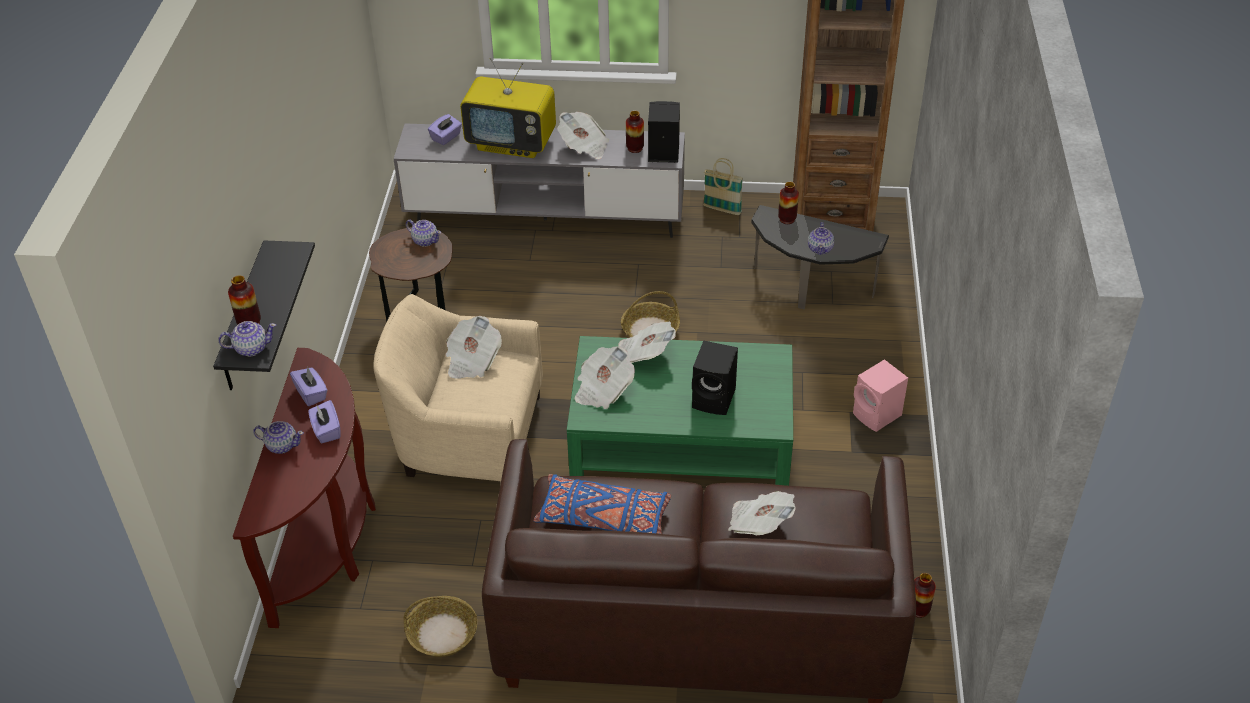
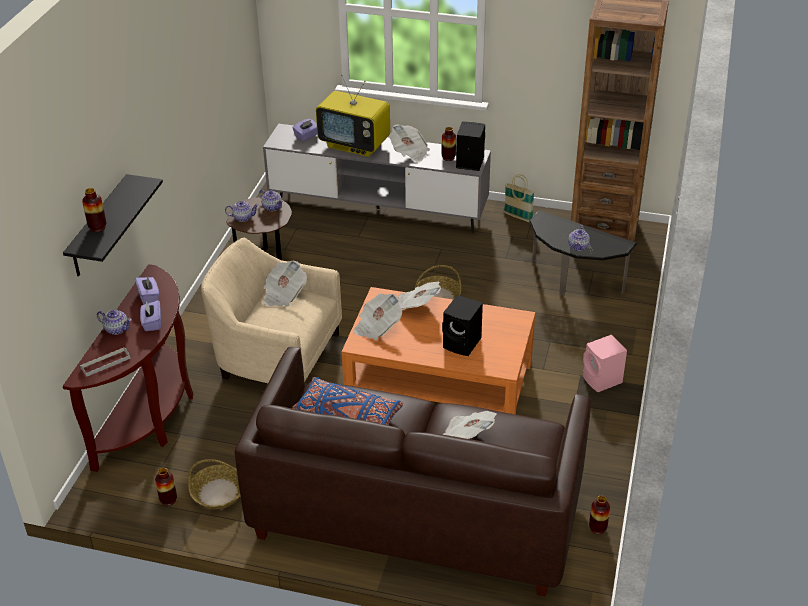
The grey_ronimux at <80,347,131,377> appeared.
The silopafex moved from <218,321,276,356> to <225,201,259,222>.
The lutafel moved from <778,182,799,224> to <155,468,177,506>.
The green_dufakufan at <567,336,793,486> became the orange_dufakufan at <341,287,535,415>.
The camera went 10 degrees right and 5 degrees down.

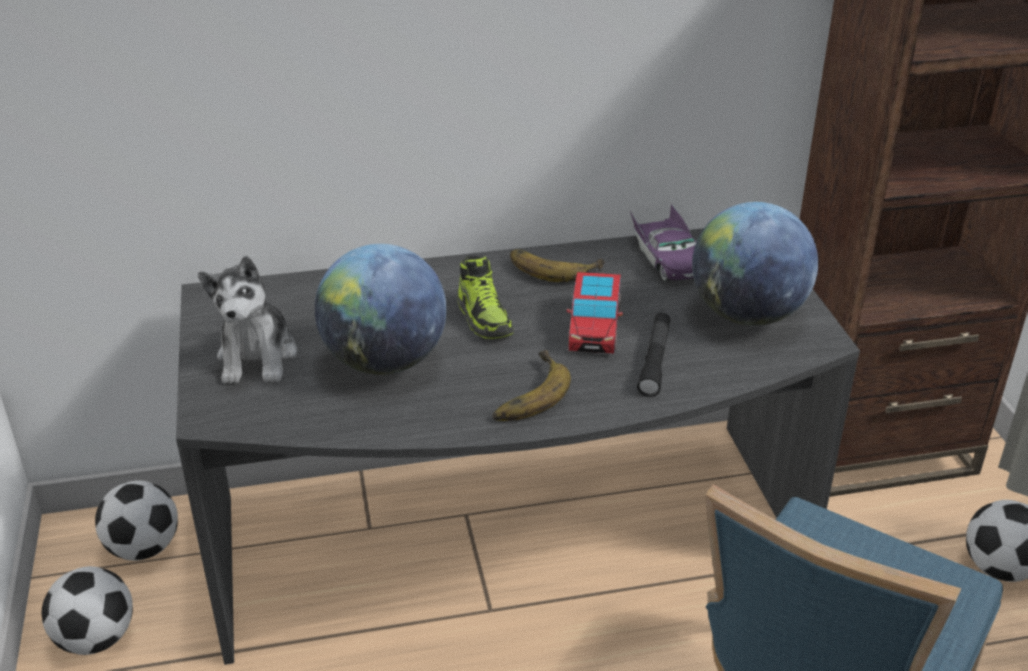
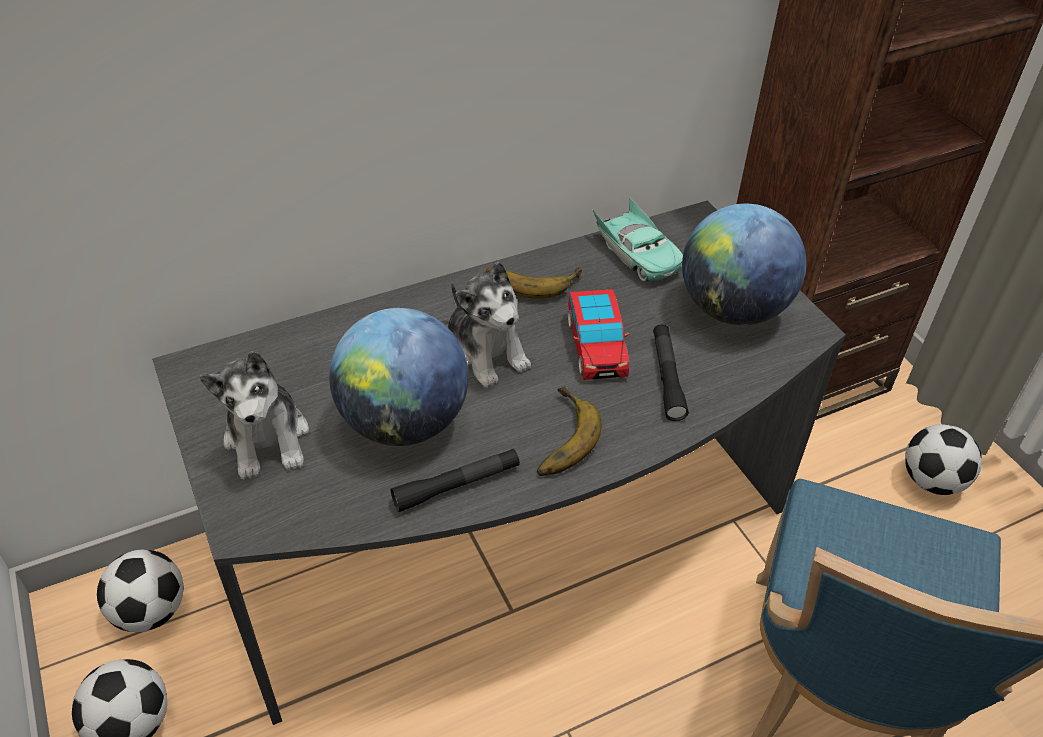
The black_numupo at <390,449,520,512> appeared.
The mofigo at <457,256,514,339> was replaced by the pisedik at <448,262,531,388>.
The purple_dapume at <630,203,697,281> became the turquoise_dapume at <593,197,683,282>.
The camera went 15 degrees left and 10 degrees up.

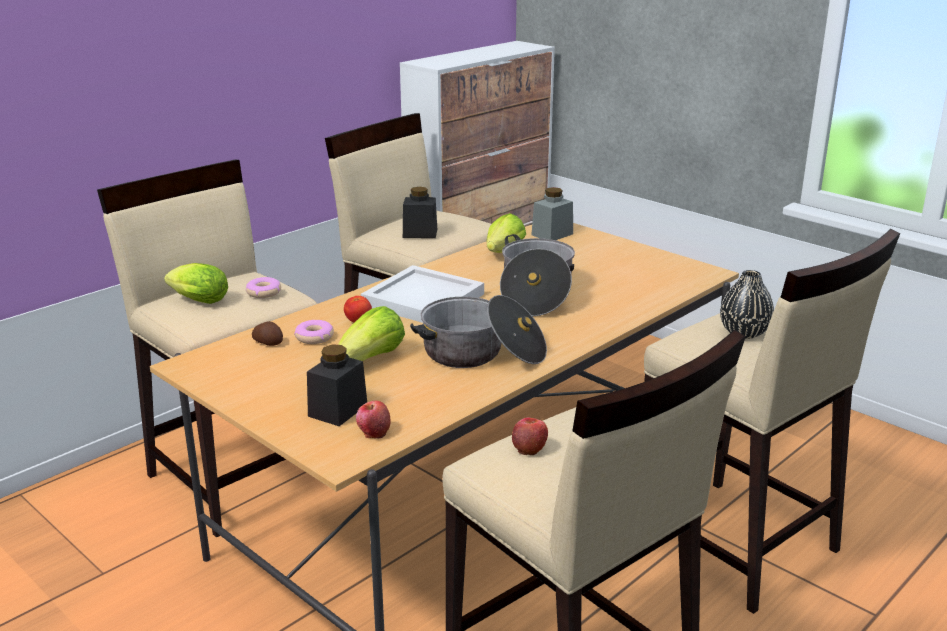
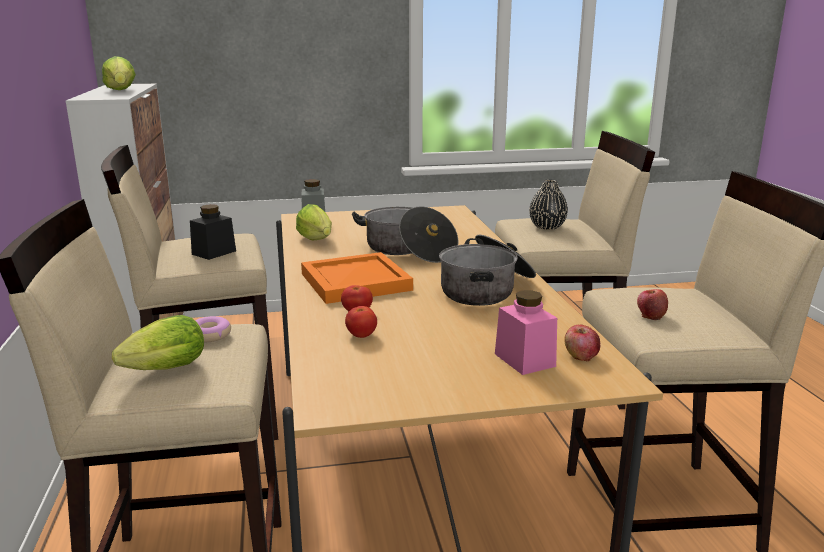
The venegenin at <252,321,283,346> disappeared.
The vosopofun moved from <338,306,405,361> to <102,56,136,90>.
The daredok at <294,320,334,344> was replaced by the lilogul at <345,306,377,338>.
The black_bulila at <307,344,367,426> became the pink_bulila at <495,290,557,375>.
The white_ronimux at <361,265,484,323> became the orange_ronimux at <301,252,413,304>.
The camera went 55 degrees left and 5 degrees down.

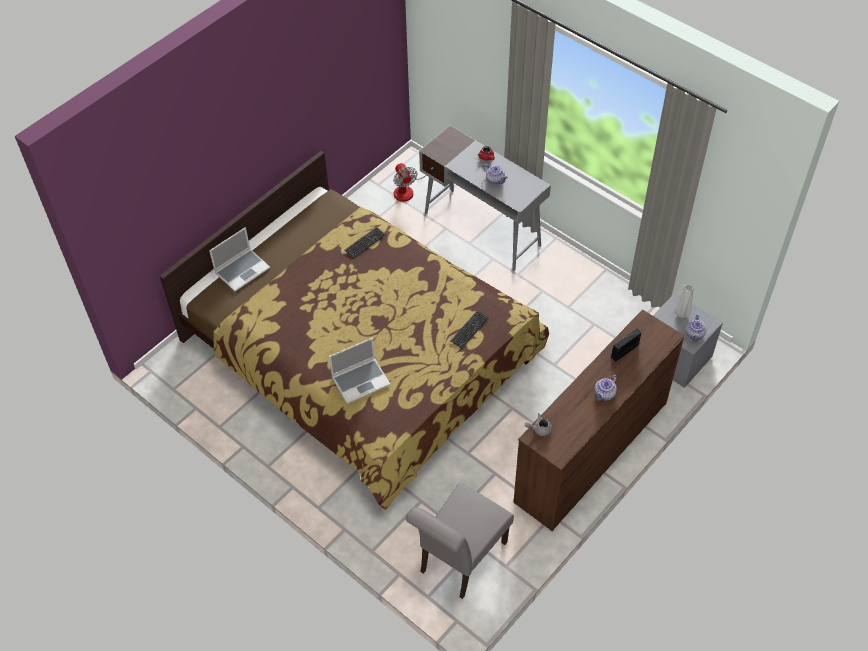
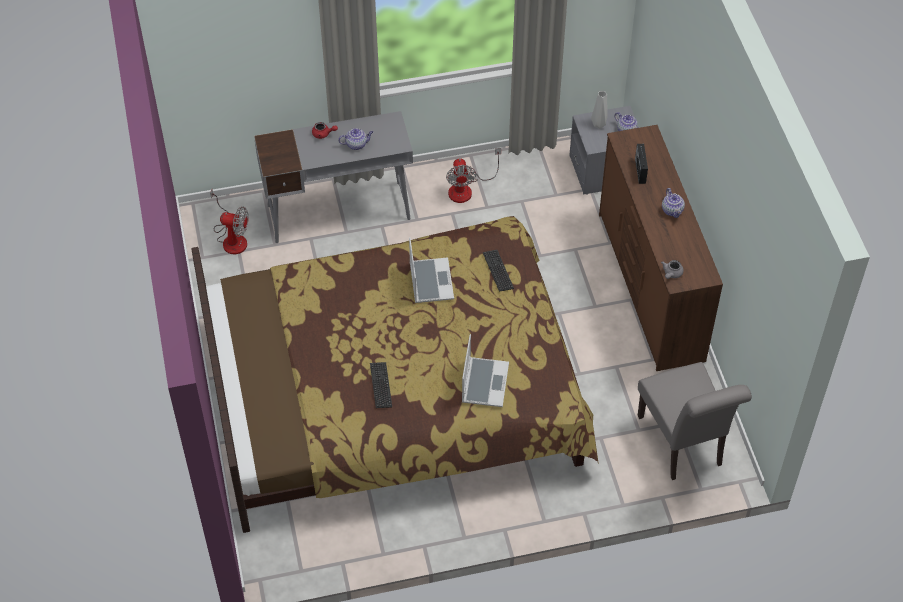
The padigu at <446,148,501,203> appeared.
The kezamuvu moved from <209,227,270,291> to <409,237,454,303>.
The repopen moved from <344,227,385,259> to <370,362,392,408>.
The camera went 55 degrees left and 0 degrees up.

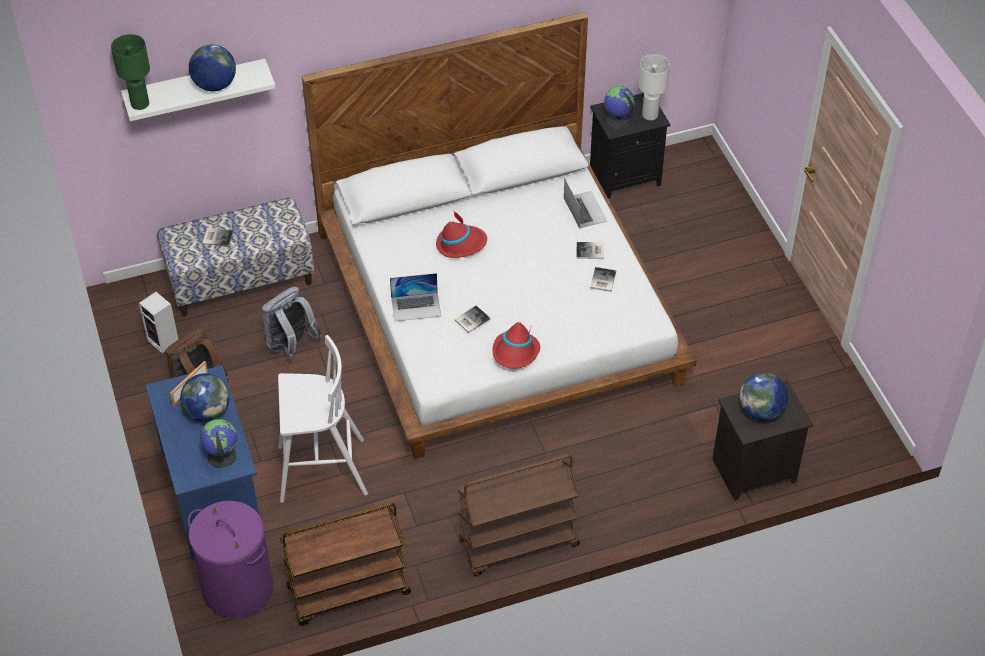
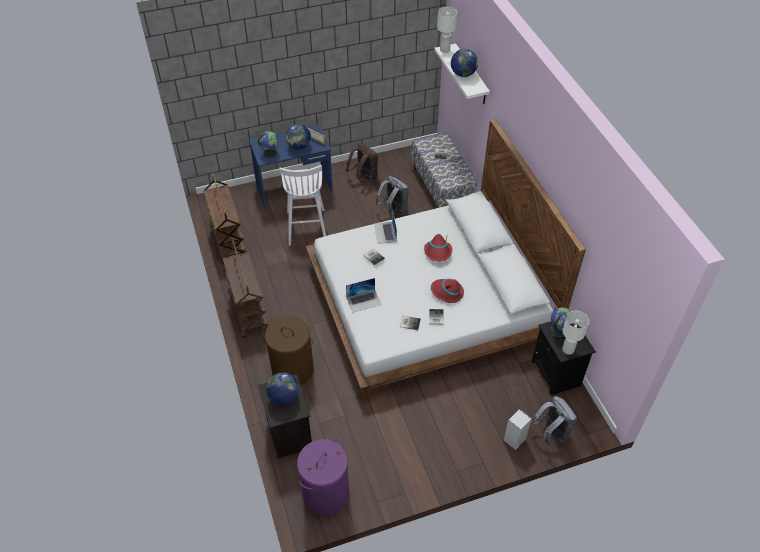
The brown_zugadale at <261,316,314,385> appeared.
The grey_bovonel at <530,396,577,447> appeared.
The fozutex moved from <139,292,179,353> to <503,409,532,450>.
The purple_zugadale moved from <188,501,273,618> to <297,439,349,516>.
The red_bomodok moved from <492,322,540,369> to <431,279,464,303>.
The kezamuvu moved from <564,179,607,229> to <346,278,381,313>.
The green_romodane at <111,34,150,110> became the white_romodane at <437,7,457,53>.
The camera went 90 degrees right and 0 degrees up.

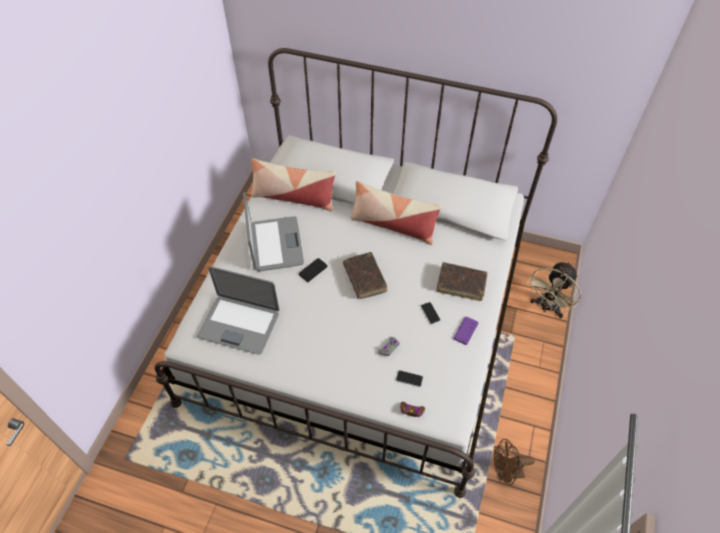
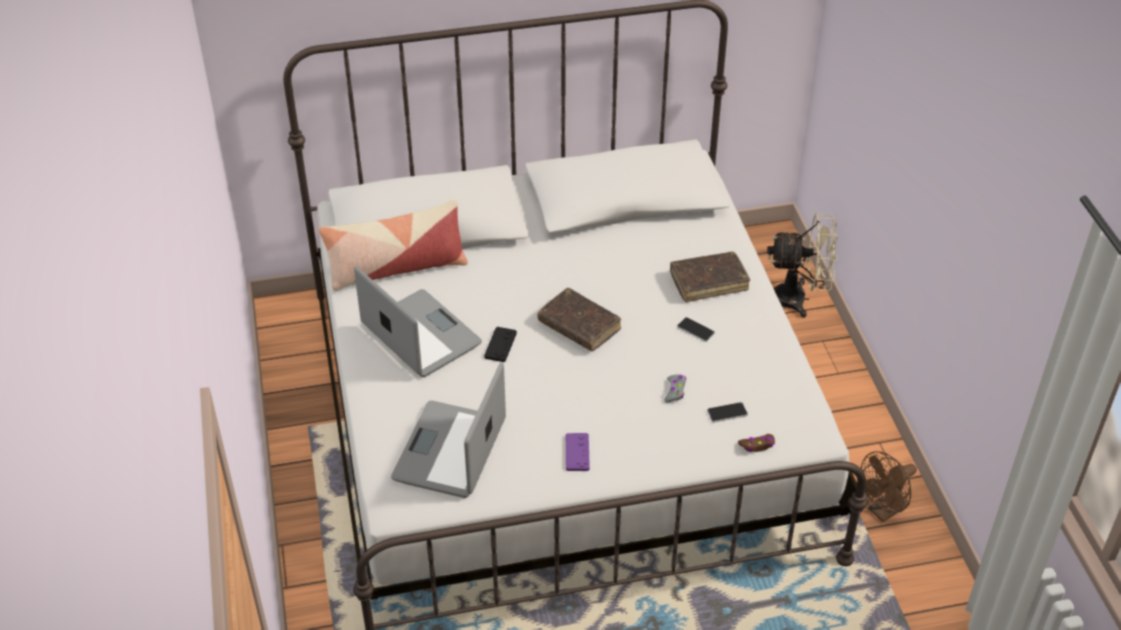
The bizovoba at <350,181,442,245> disappeared.
The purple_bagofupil moved from <454,316,478,345> to <566,433,590,471>.
The kezamuvu at <197,266,279,355> turned 120 degrees clockwise.
The beige_padigu at <527,262,581,318> turned 90 degrees counterclockwise.
The camera went 30 degrees left and 10 degrees down.

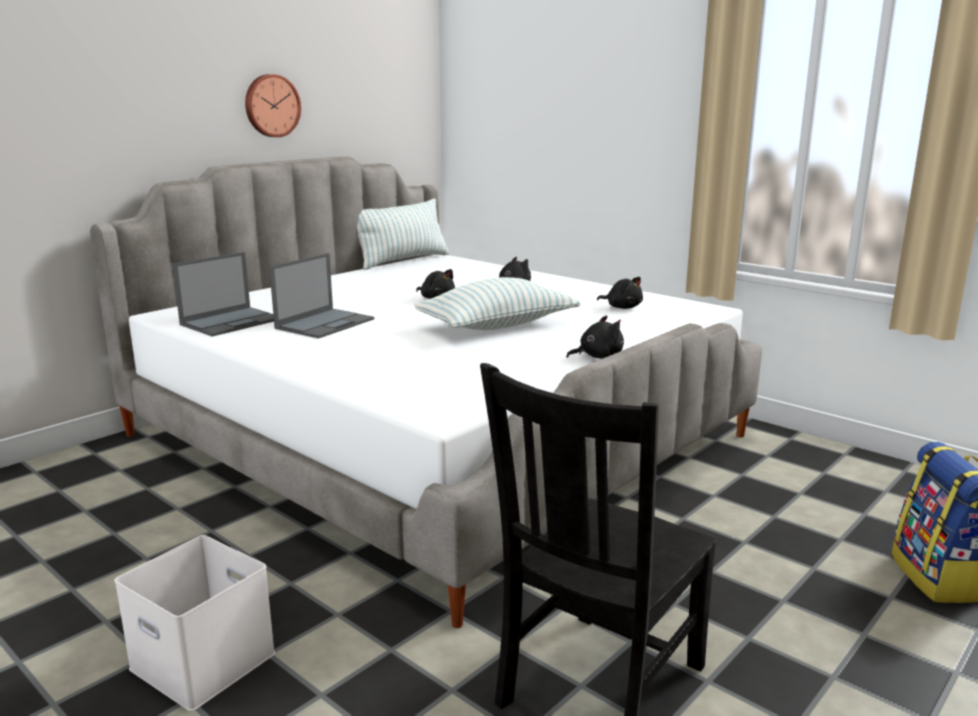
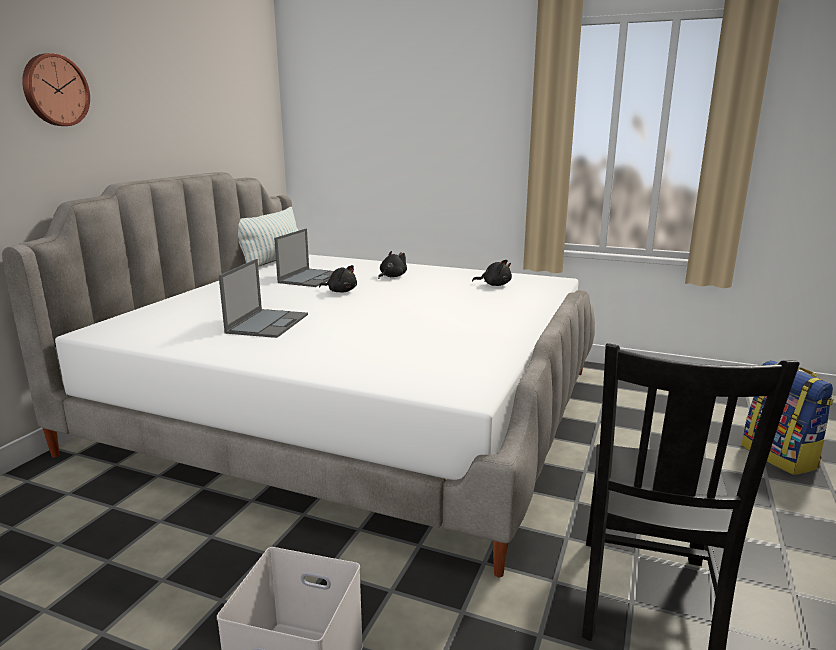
The bizovoba at <414,277,580,330> disappeared.
The black_pisedik at <566,315,624,359> disappeared.
The kezamuvu moved from <172,252,274,336> to <274,229,334,287>.
The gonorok moved from <245,74,301,137> to <22,53,90,126>.
The camera went 20 degrees left and 0 degrees up.

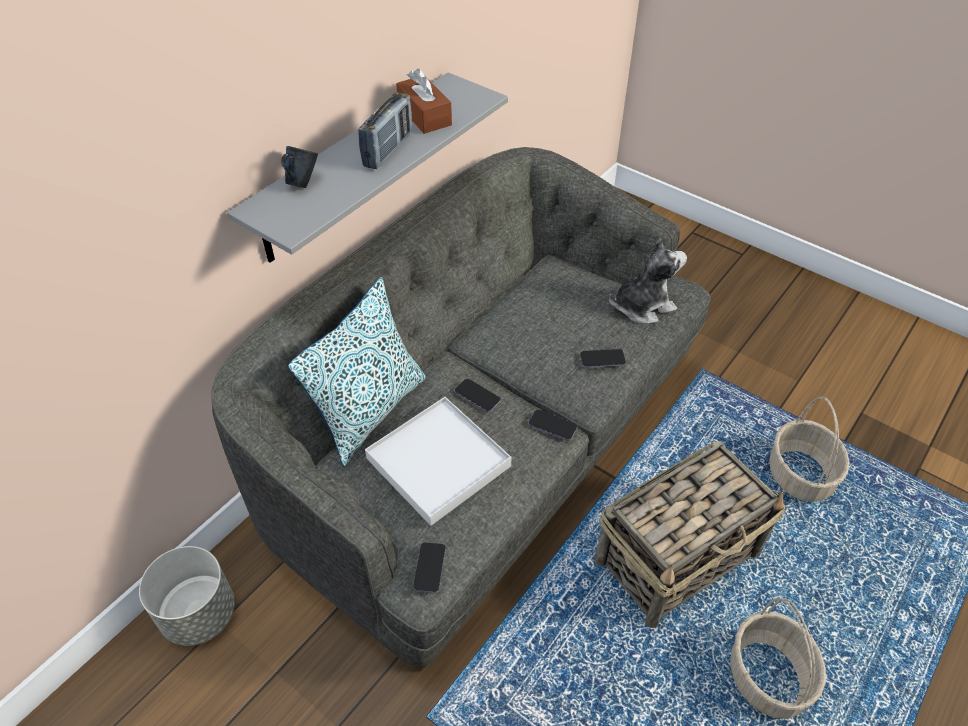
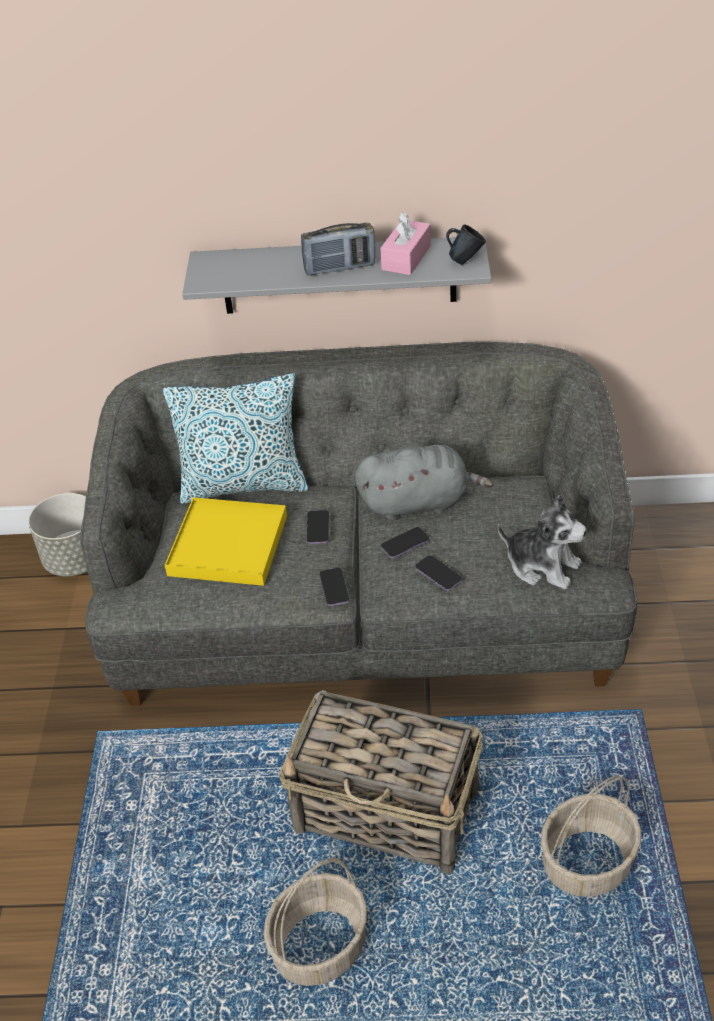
The grey_pisedik at <355,445,493,521> appeared.
The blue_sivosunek moved from <281,146,318,188> to <446,225,486,265>.
The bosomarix moved from <413,542,446,594> to <381,527,430,558>.
The white_ronimux at <365,397,512,526> became the yellow_ronimux at <165,497,287,586>.
The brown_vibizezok at <396,68,452,134> became the pink_vibizezok at <380,212,431,275>.
The camera went 55 degrees right and 5 degrees down.

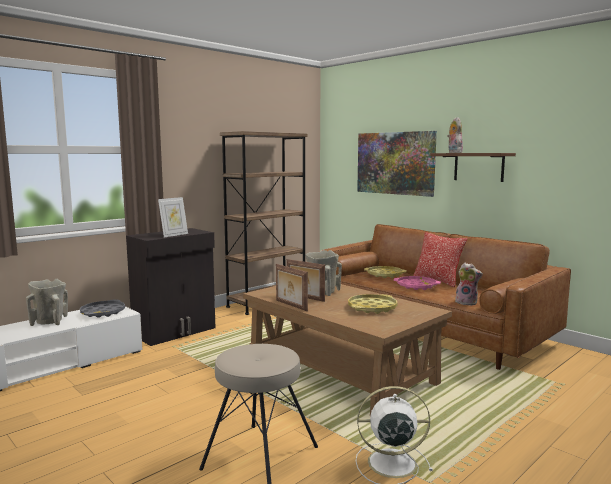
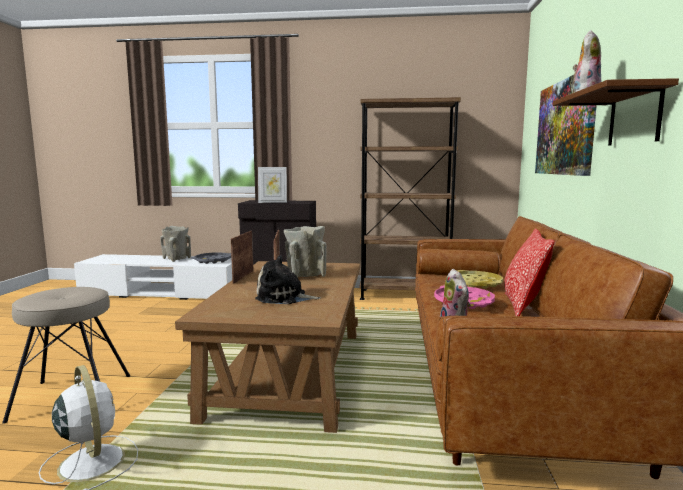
The yellow_ronimux at <348,294,397,314> was replaced by the pisedik at <255,255,321,304>.
The camera went 50 degrees right and 0 degrees up.

